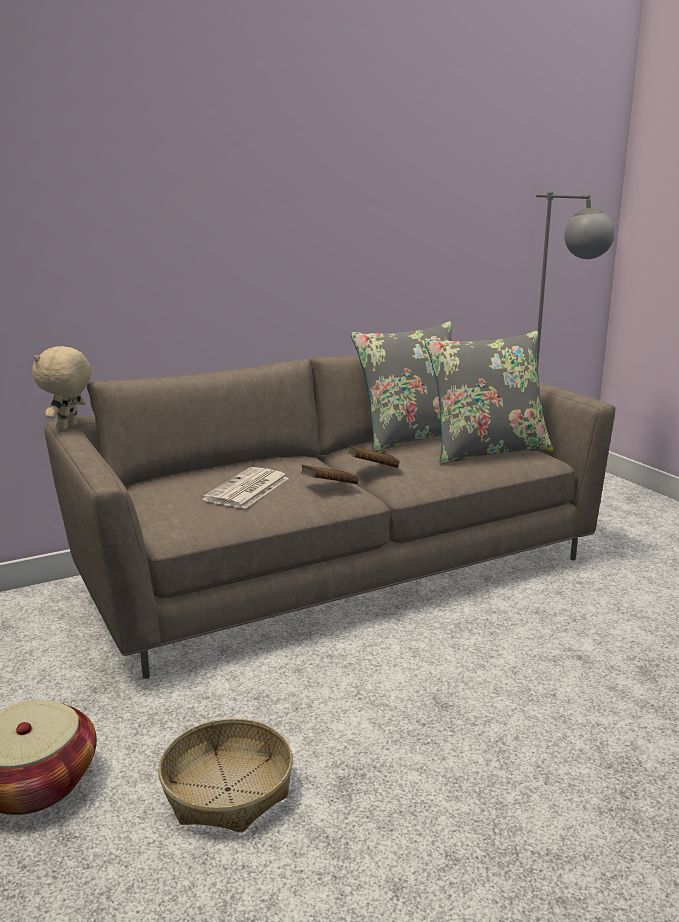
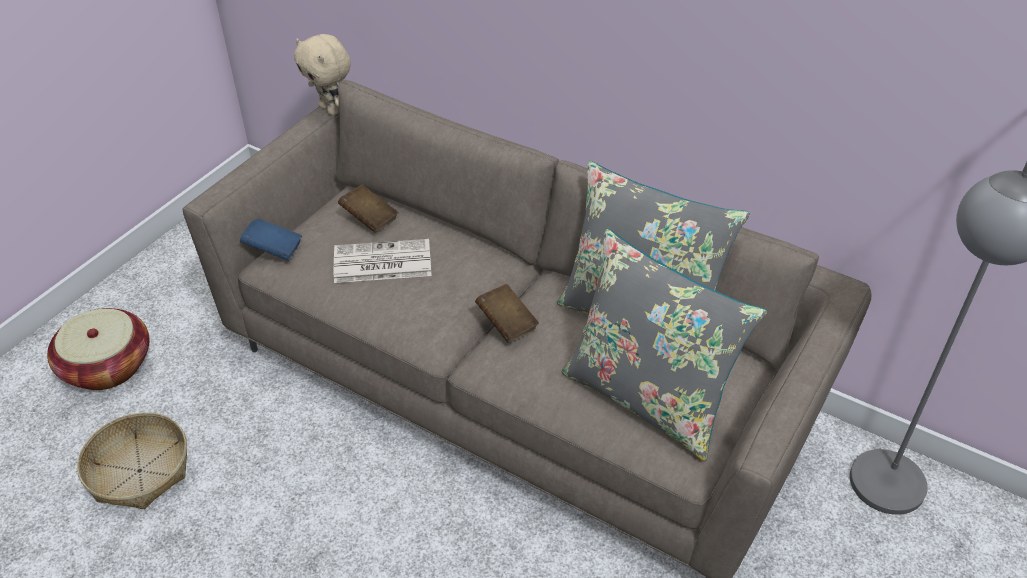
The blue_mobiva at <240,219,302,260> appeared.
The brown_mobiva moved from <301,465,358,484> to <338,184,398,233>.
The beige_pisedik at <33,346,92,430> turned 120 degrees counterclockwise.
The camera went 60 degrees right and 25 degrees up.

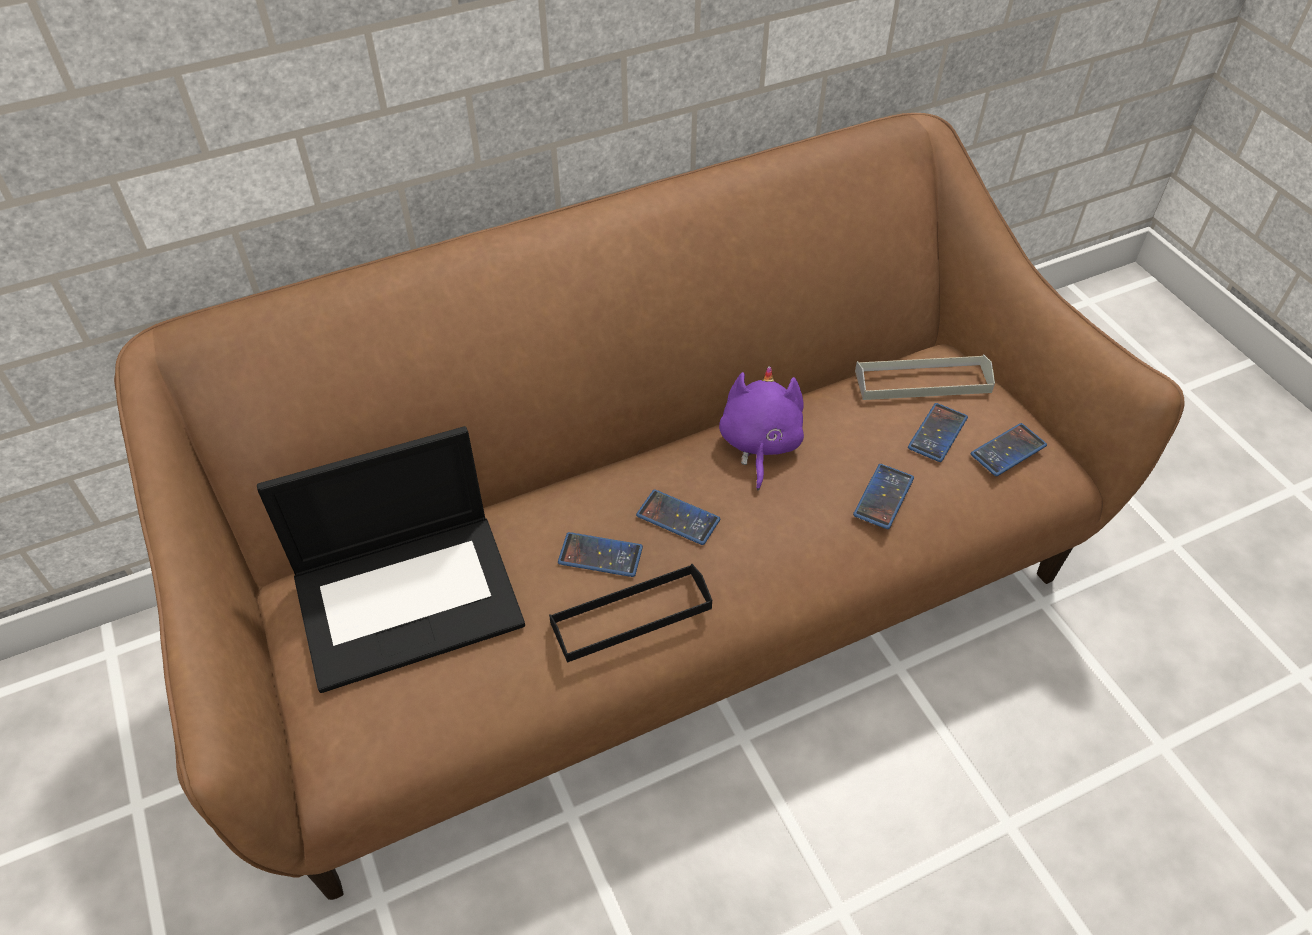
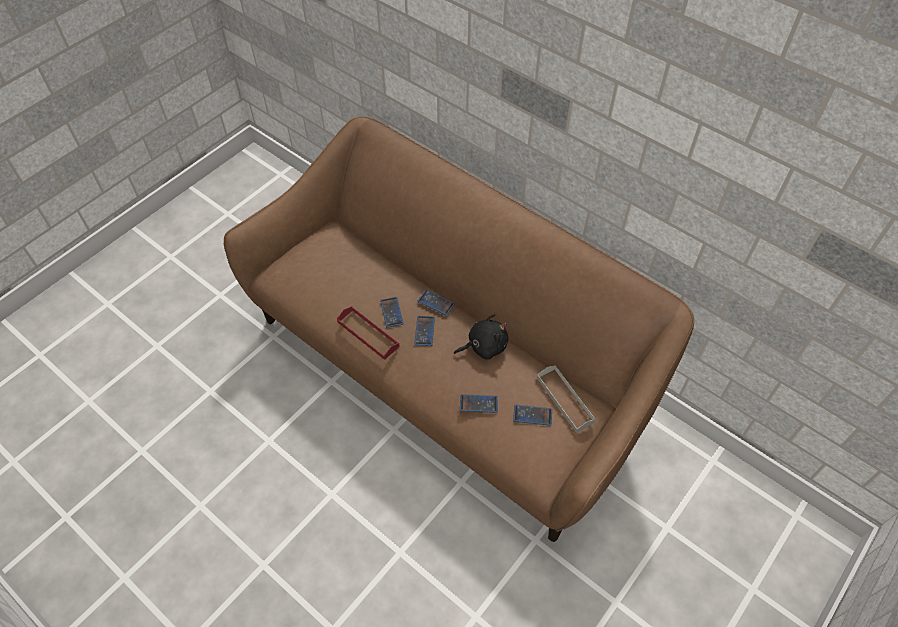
The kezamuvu at <257,426,525,693> disappeared.
The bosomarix moved from <971,423,1047,476> to <417,290,455,315>.
The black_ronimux at <549,564,712,663> became the red_ronimux at <337,306,400,360>.
The purple_pisedik at <719,366,804,491> became the black_pisedik at <454,314,508,360>.
The camera went 65 degrees right and 5 degrees up.

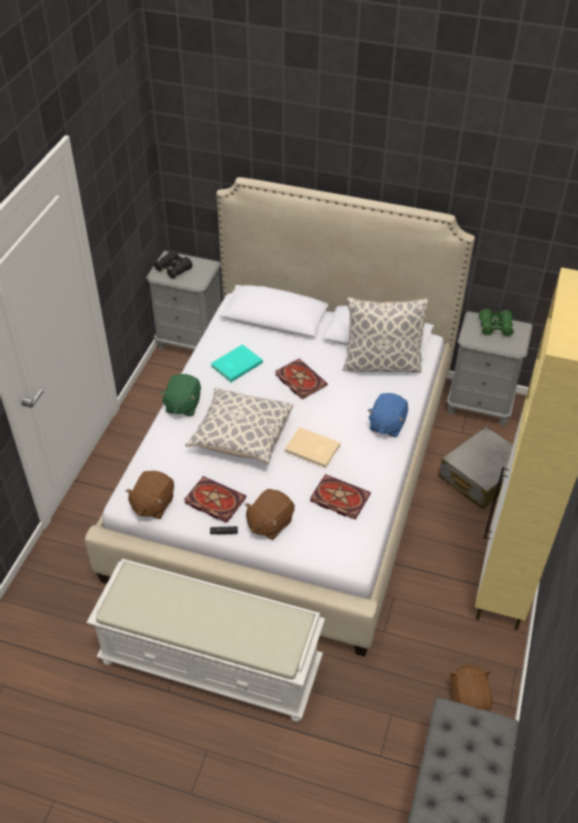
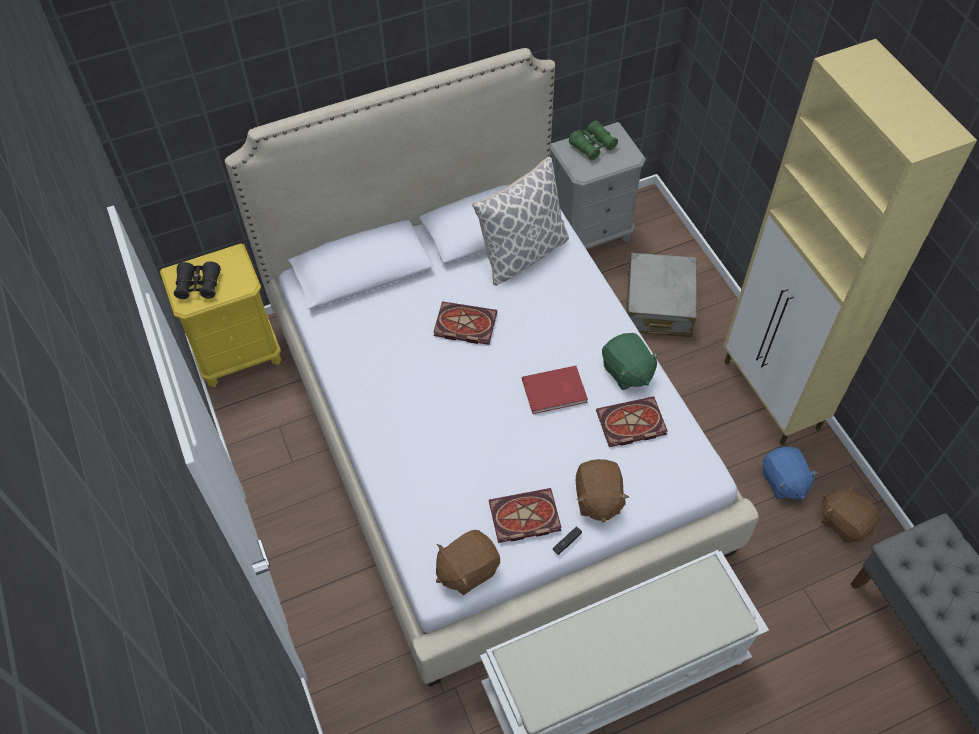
The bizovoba at <186,387,293,465> disappeared.
The turquoise_mobiva at <211,344,263,382> disappeared.
The green_pisedik moved from <160,374,201,416> to <602,333,660,390>.
The blue_pisedik moved from <368,393,408,437> to <762,447,819,500>.
The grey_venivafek at <146,251,222,350> became the yellow_venivafek at <160,243,281,388>.
The beige_mobiva at <285,427,341,469> became the red_mobiva at <522,366,588,414>.
The brown_pisedik at <126,471,174,519> turned 75 degrees clockwise.
The camera went 40 degrees left and 10 degrees up.

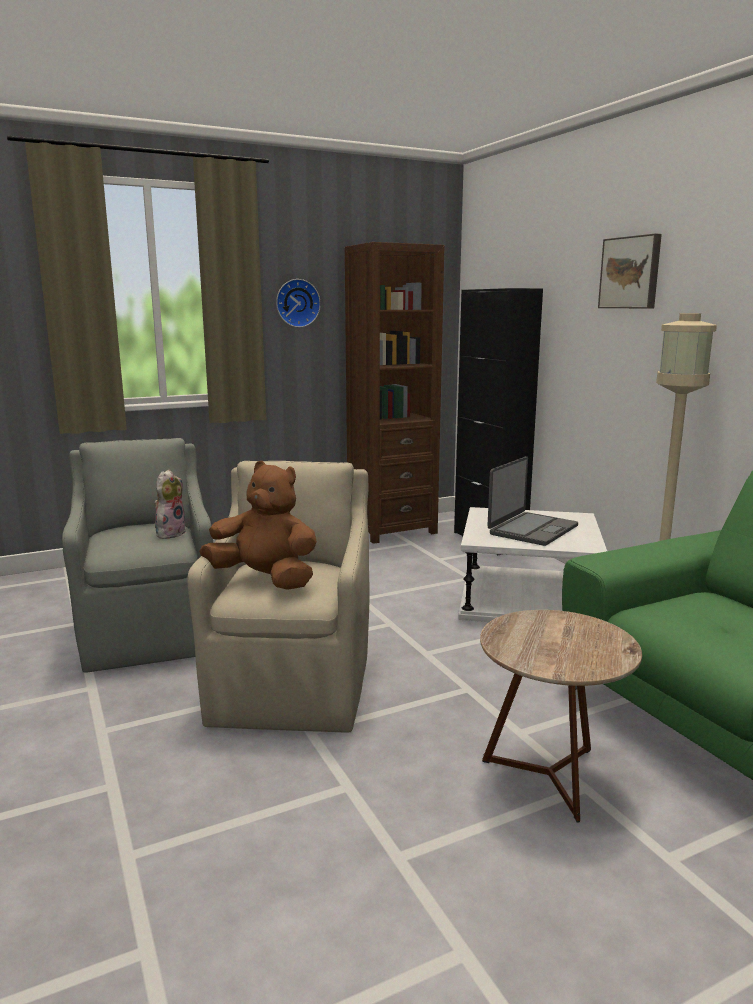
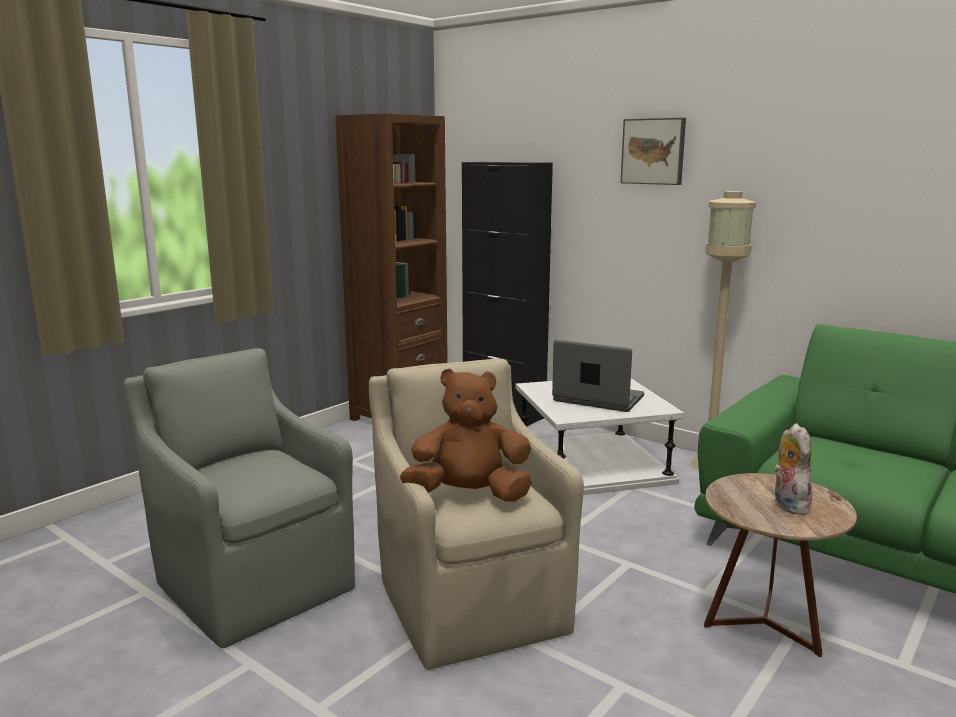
The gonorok at <276,279,321,327> disappeared.
The pisedik moved from <154,470,186,539> to <773,423,812,515>.
The kezamuvu at <488,456,578,546> turned 75 degrees counterclockwise.
The camera went 25 degrees left and 0 degrees up.

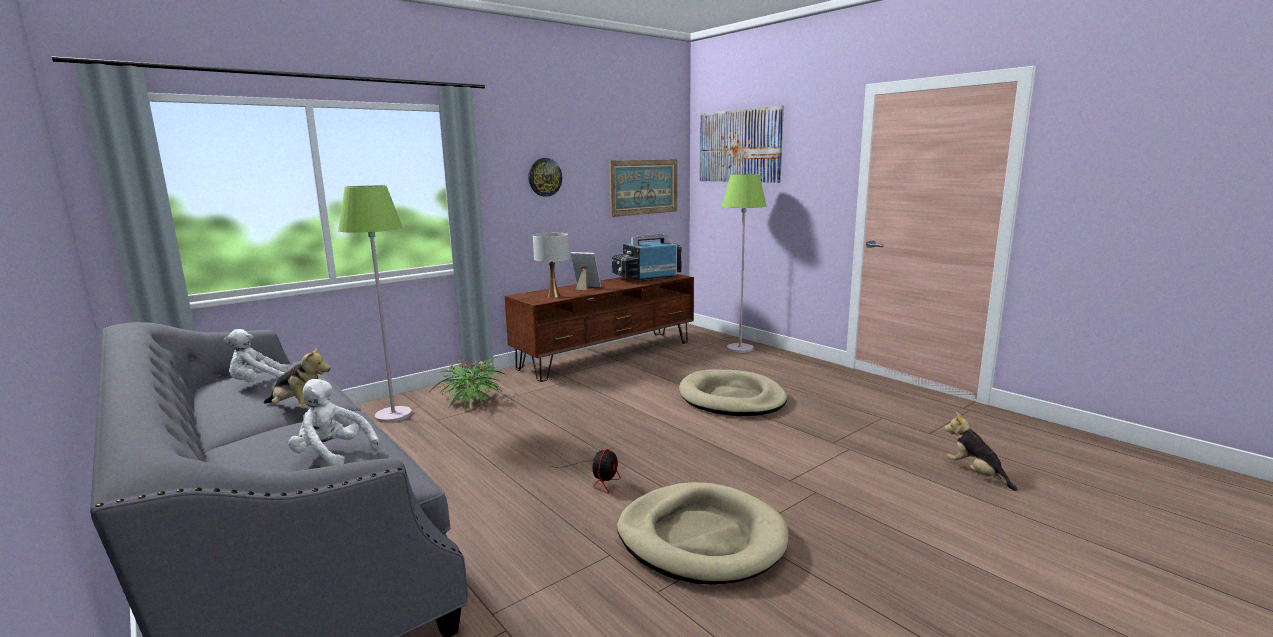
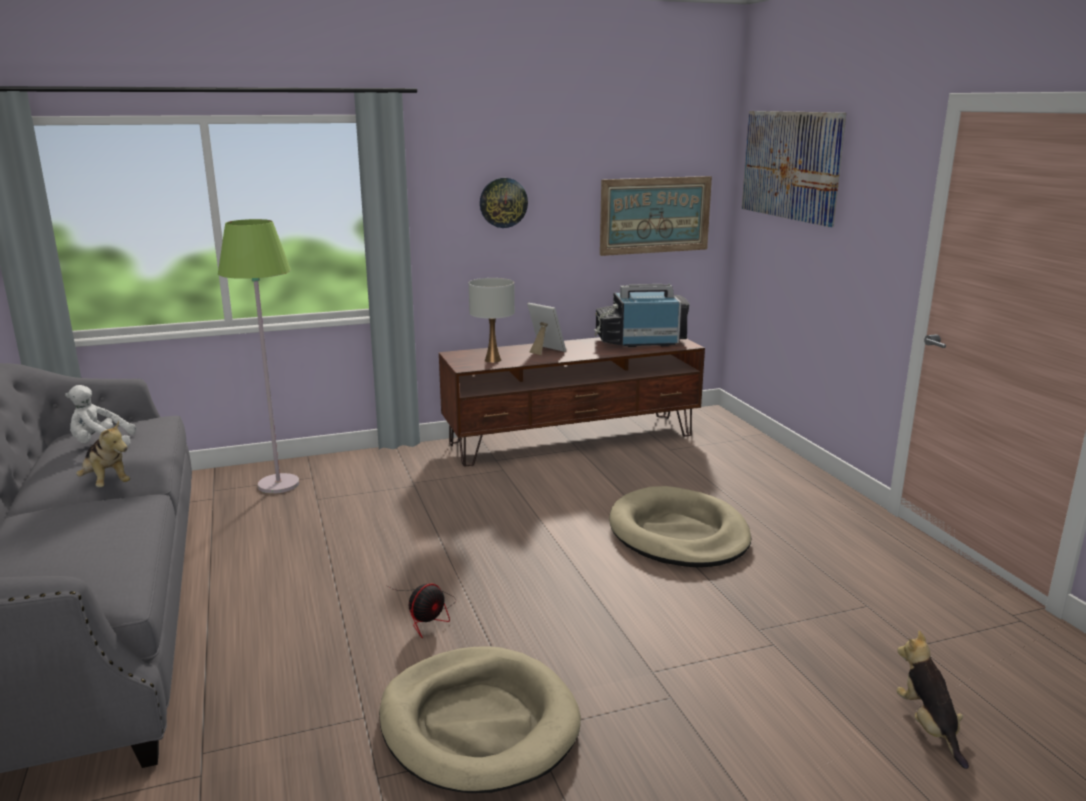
The white_pisedik at <288,379,380,466> disappeared.
The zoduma at <430,357,506,410> disappeared.
The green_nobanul at <722,174,766,353> disappeared.
The camera went 20 degrees right and 5 degrees up.

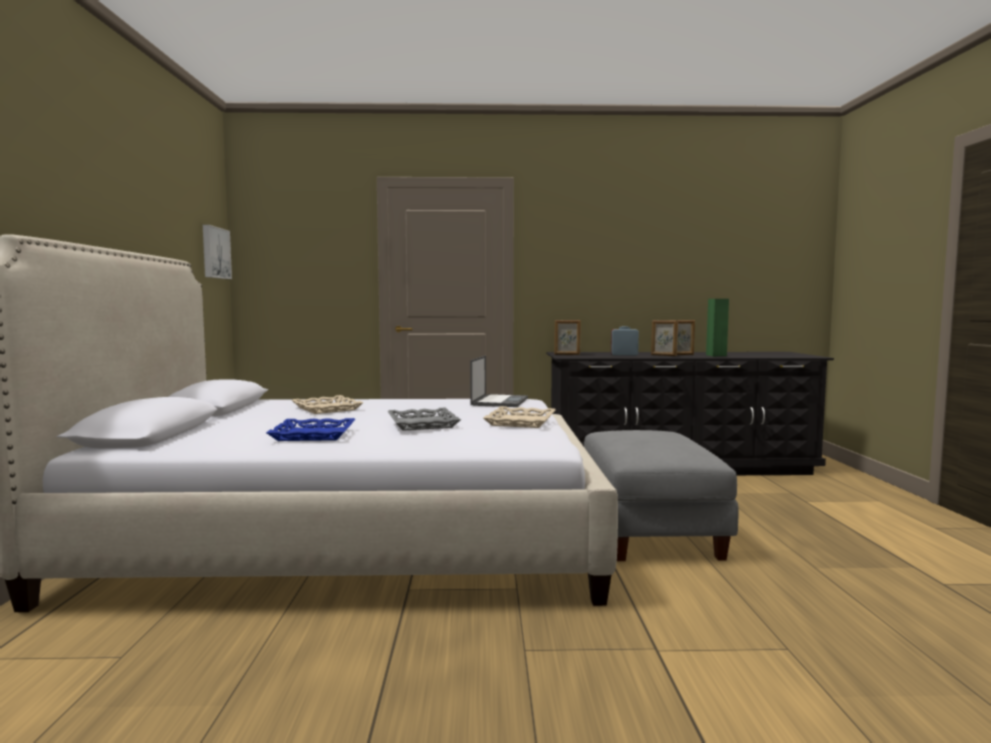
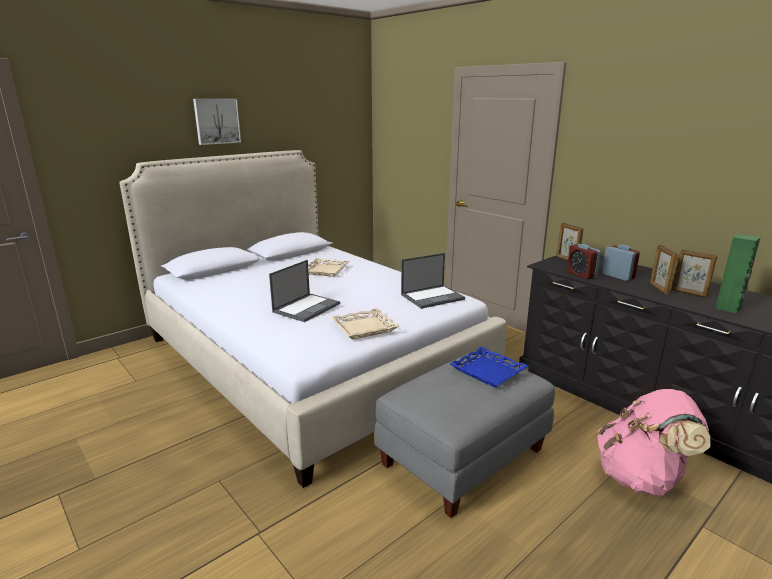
The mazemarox at <567,244,601,280> appeared.
The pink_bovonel at <597,389,711,496> appeared.
The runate moved from <203,225,232,279> to <193,99,241,145>.
The blue_ronimux moved from <266,418,356,441> to <449,347,529,388>.
The grey_ronimux at <387,408,461,431> was replaced by the kezamuvu at <269,260,340,322>.
The camera went 50 degrees right and 15 degrees up.

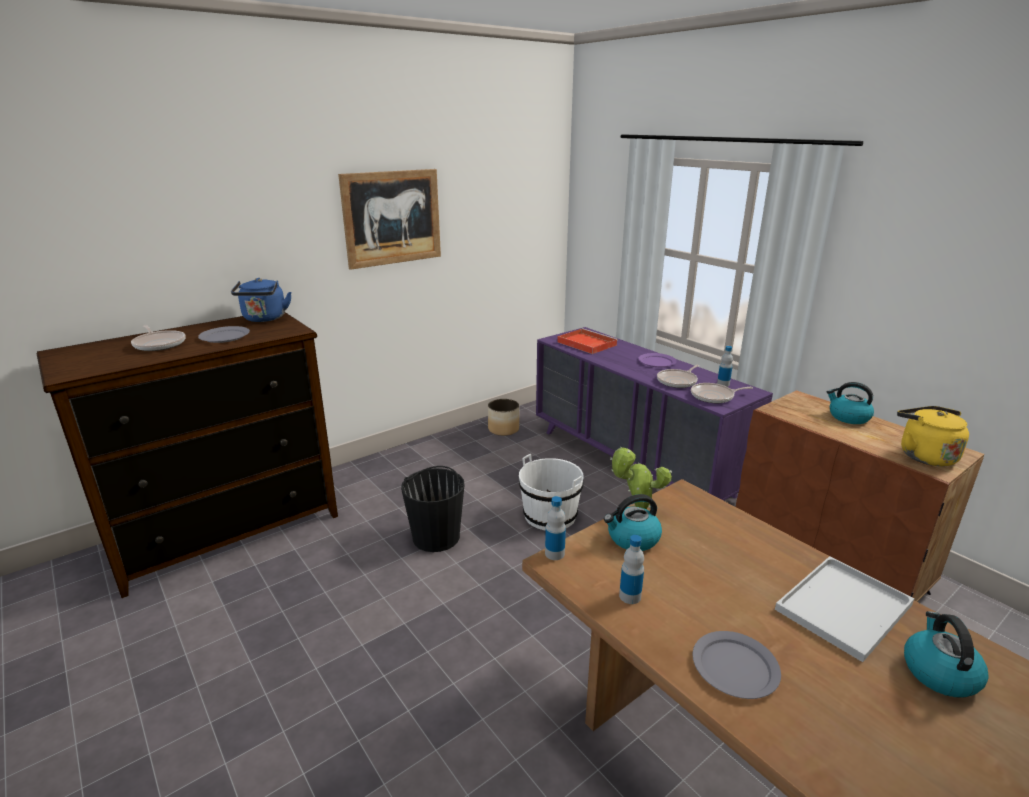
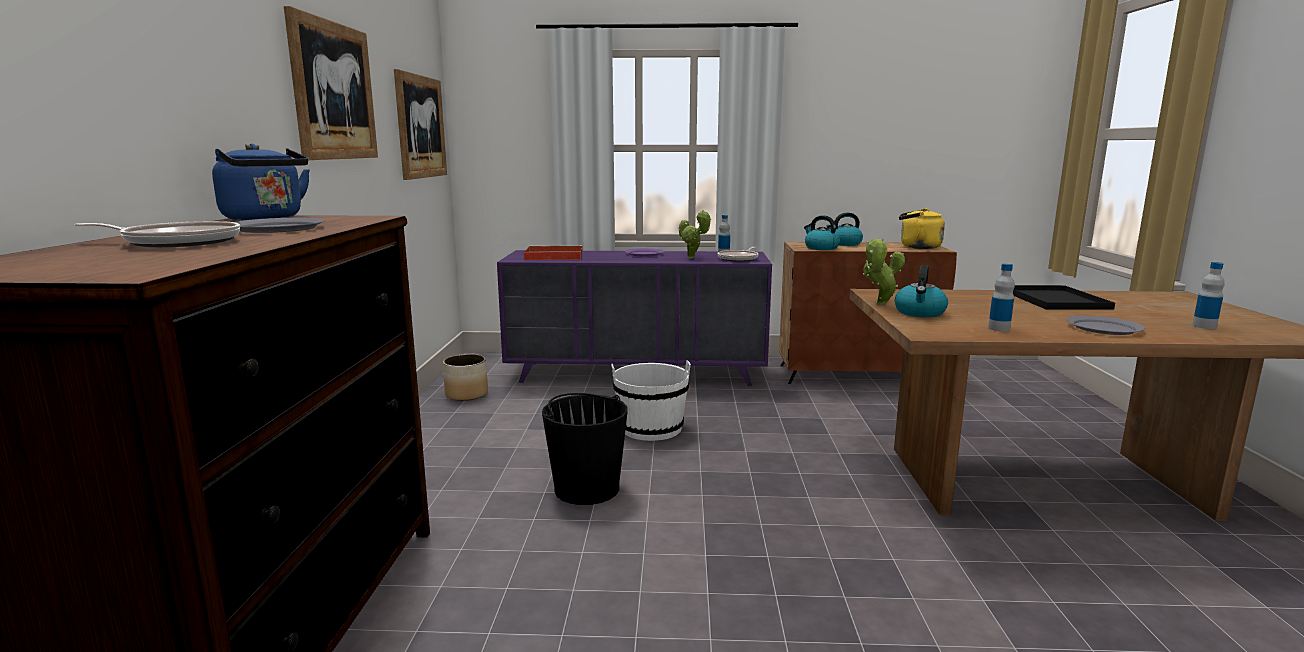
The runate at <394,69,447,180> appeared.
The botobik moved from <545,496,566,560> to <1192,262,1225,329>.
The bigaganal moved from <904,611,989,697> to <804,215,840,250>.
The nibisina at <657,365,699,388> was replaced by the zoduma at <679,210,711,259>.
The white_ronimux at <775,556,915,662> became the black_ronimux at <1013,285,1115,310>.
The camera went 50 degrees left and 10 degrees down.

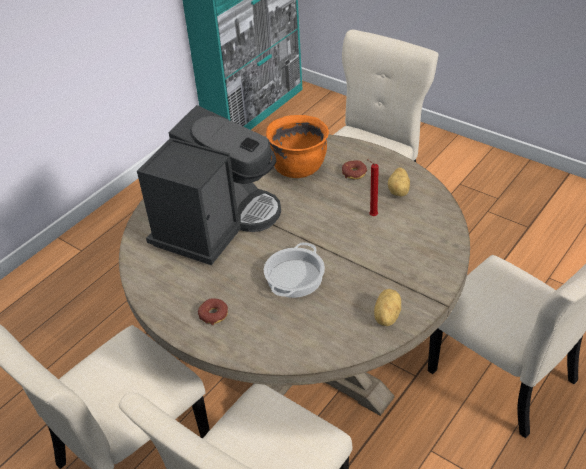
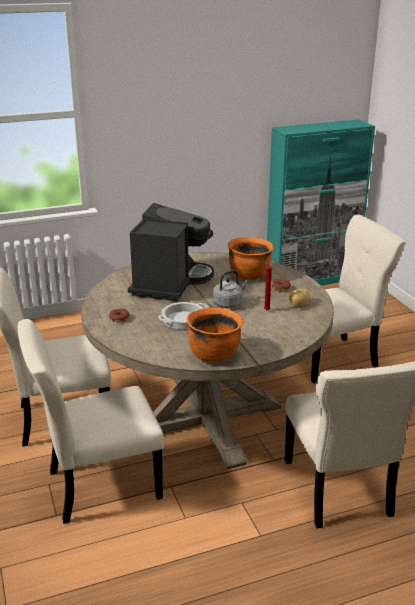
The grey_bigaganal at <213,270,248,308> appeared.
The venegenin at <374,289,401,326> was replaced by the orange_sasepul at <187,308,243,363>.
The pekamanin at <137,105,281,265> turned 45 degrees counterclockwise.
The camera went 30 degrees right and 15 degrees down.

